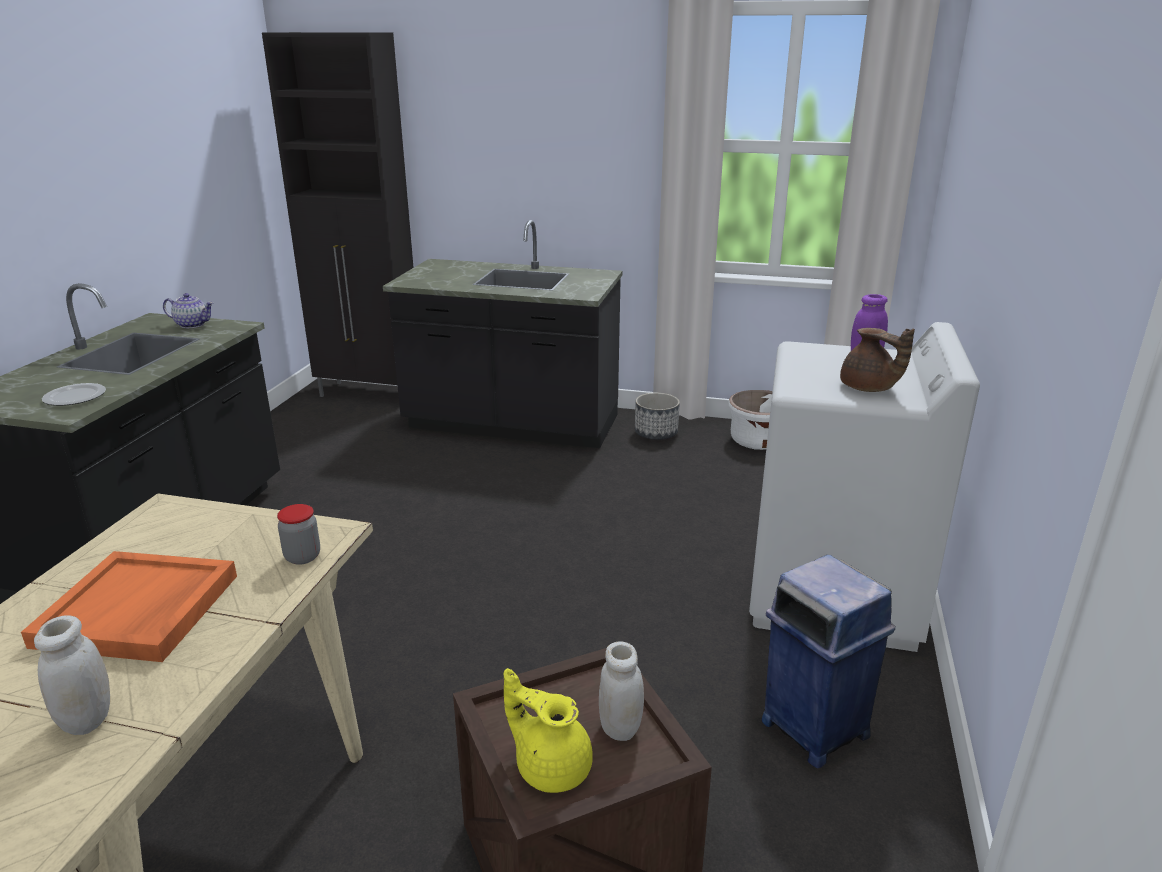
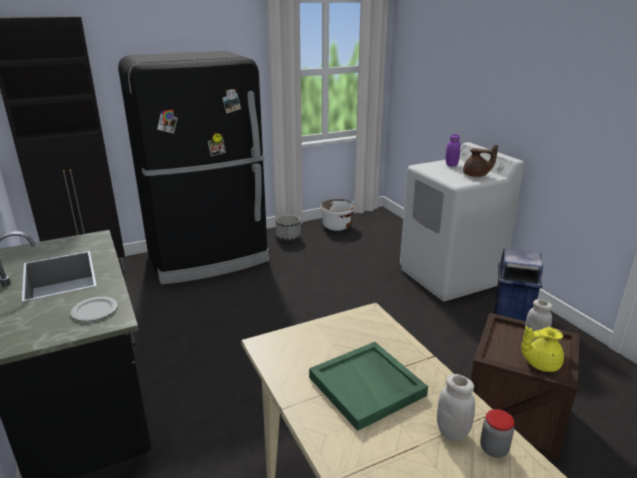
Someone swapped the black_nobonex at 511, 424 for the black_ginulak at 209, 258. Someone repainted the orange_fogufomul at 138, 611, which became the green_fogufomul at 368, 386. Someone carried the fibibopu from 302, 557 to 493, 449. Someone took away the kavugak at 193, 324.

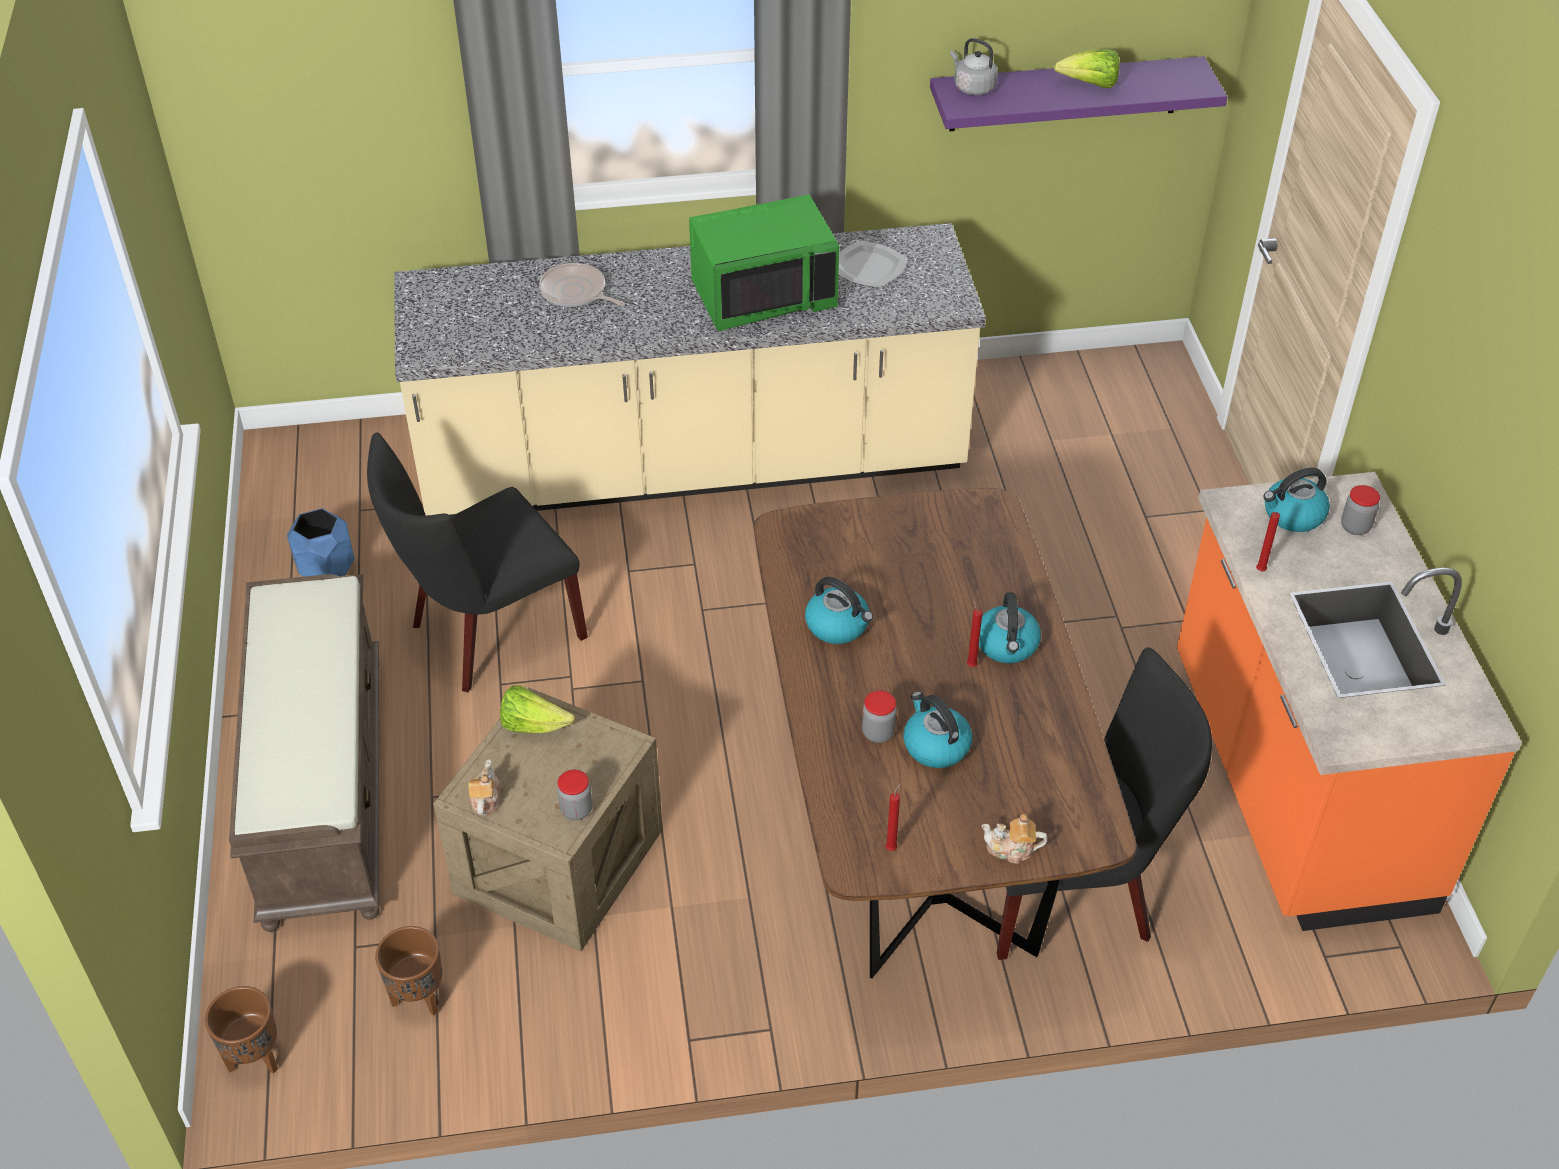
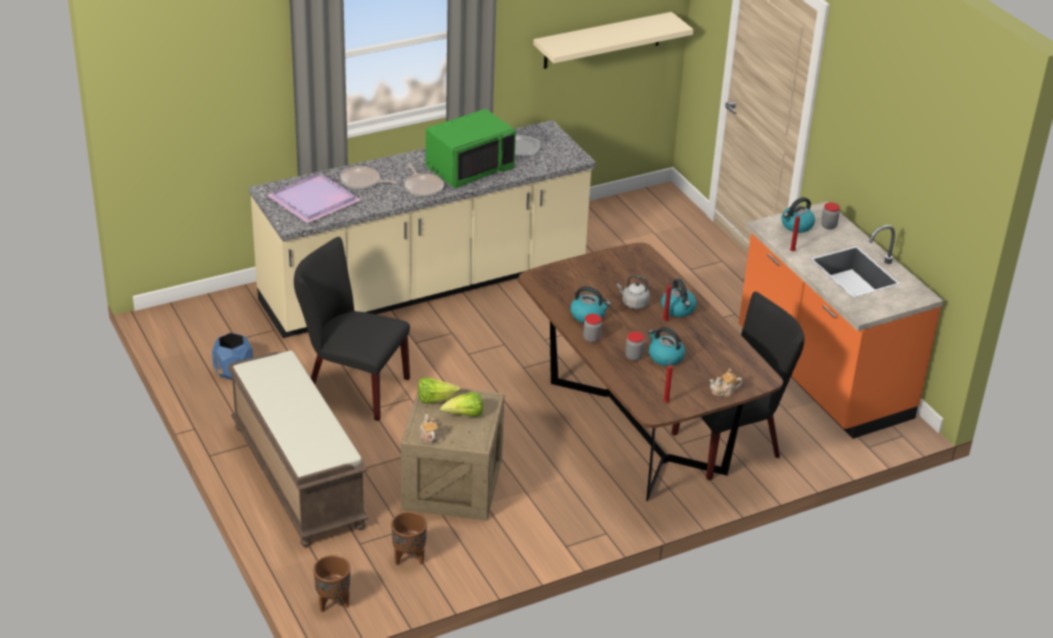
Someone put down the purple_fogufomul at 313, 201. Someone rotated the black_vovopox at 488, 634 by 75 degrees clockwise. Someone put down the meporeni at 423, 187. Someone carried the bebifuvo from 1090, 85 to 464, 415. Someone repainted the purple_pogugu at 1065, 94, which became the beige_pogugu at 602, 40. Someone carried the fibibopu from 576, 810 to 591, 338. Someone carried the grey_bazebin from 972, 87 to 633, 303.

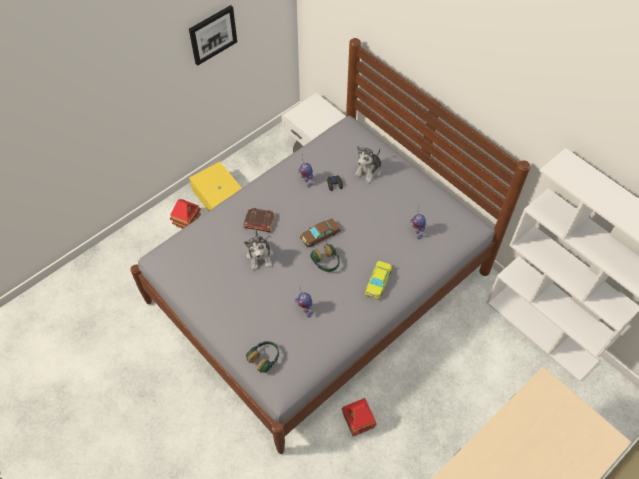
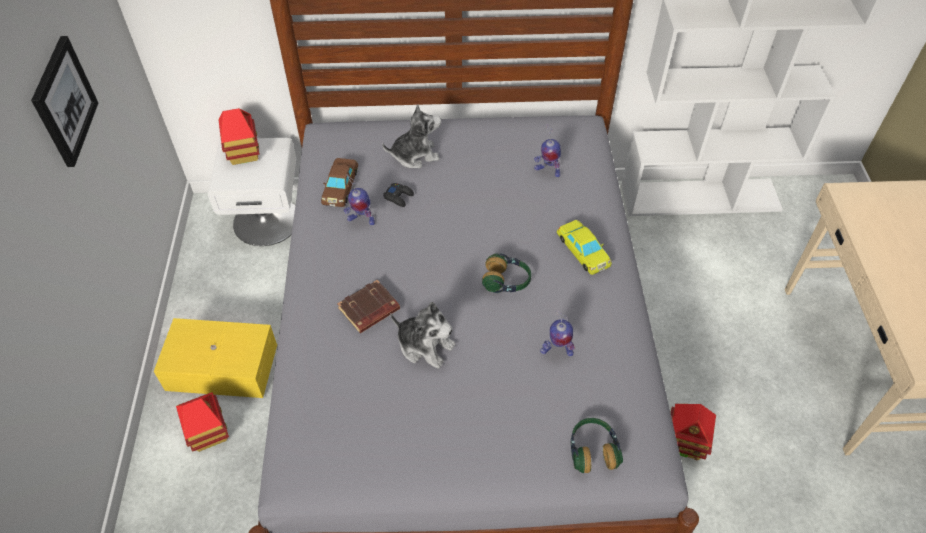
Someone put down the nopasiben at 243, 153. Someone carried the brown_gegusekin from 320, 234 to 340, 186. Someone rotated the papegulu at 368, 171 by 90 degrees counterclockwise.

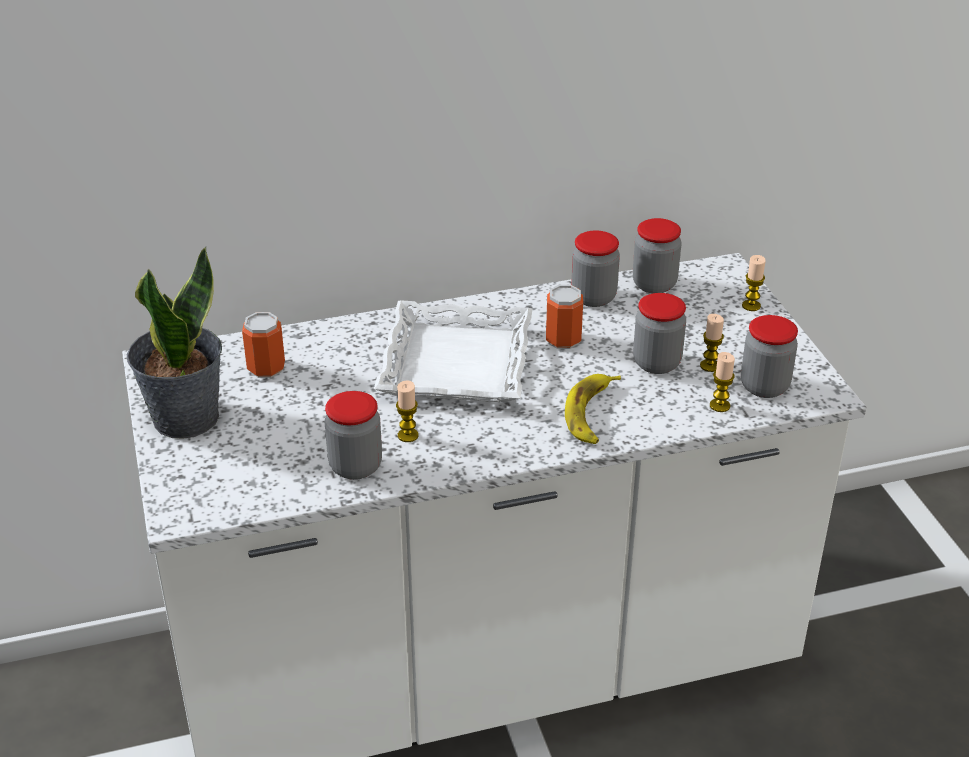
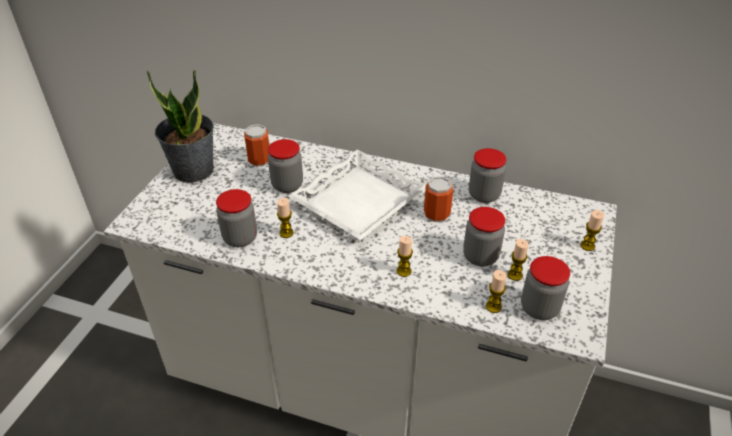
Someone carried the fibibopu from 654, 284 to 287, 185. Someone swapped the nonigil at 592, 414 for the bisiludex at 404, 271.

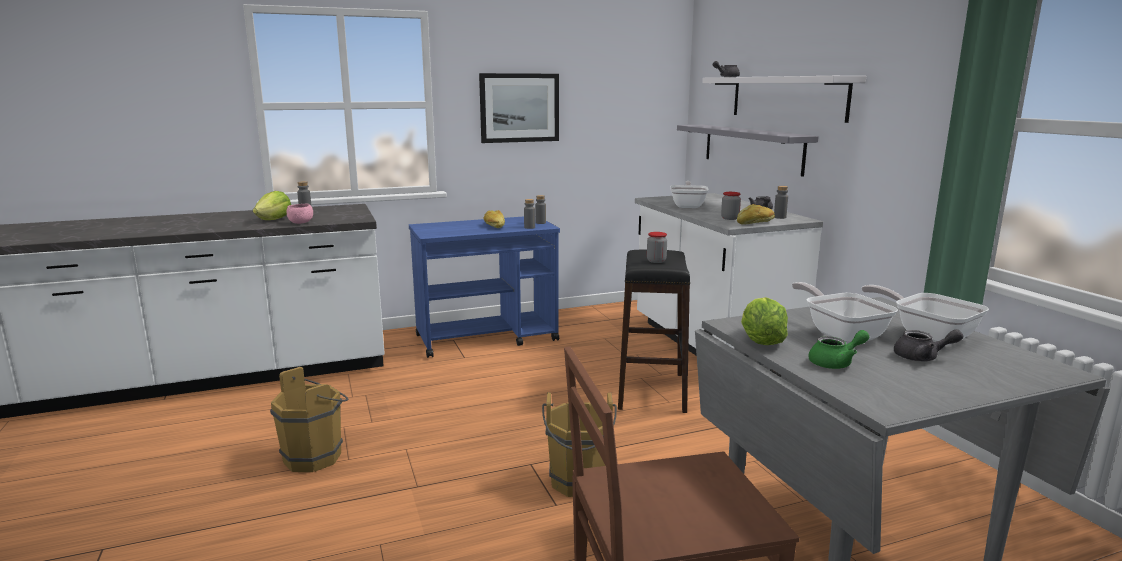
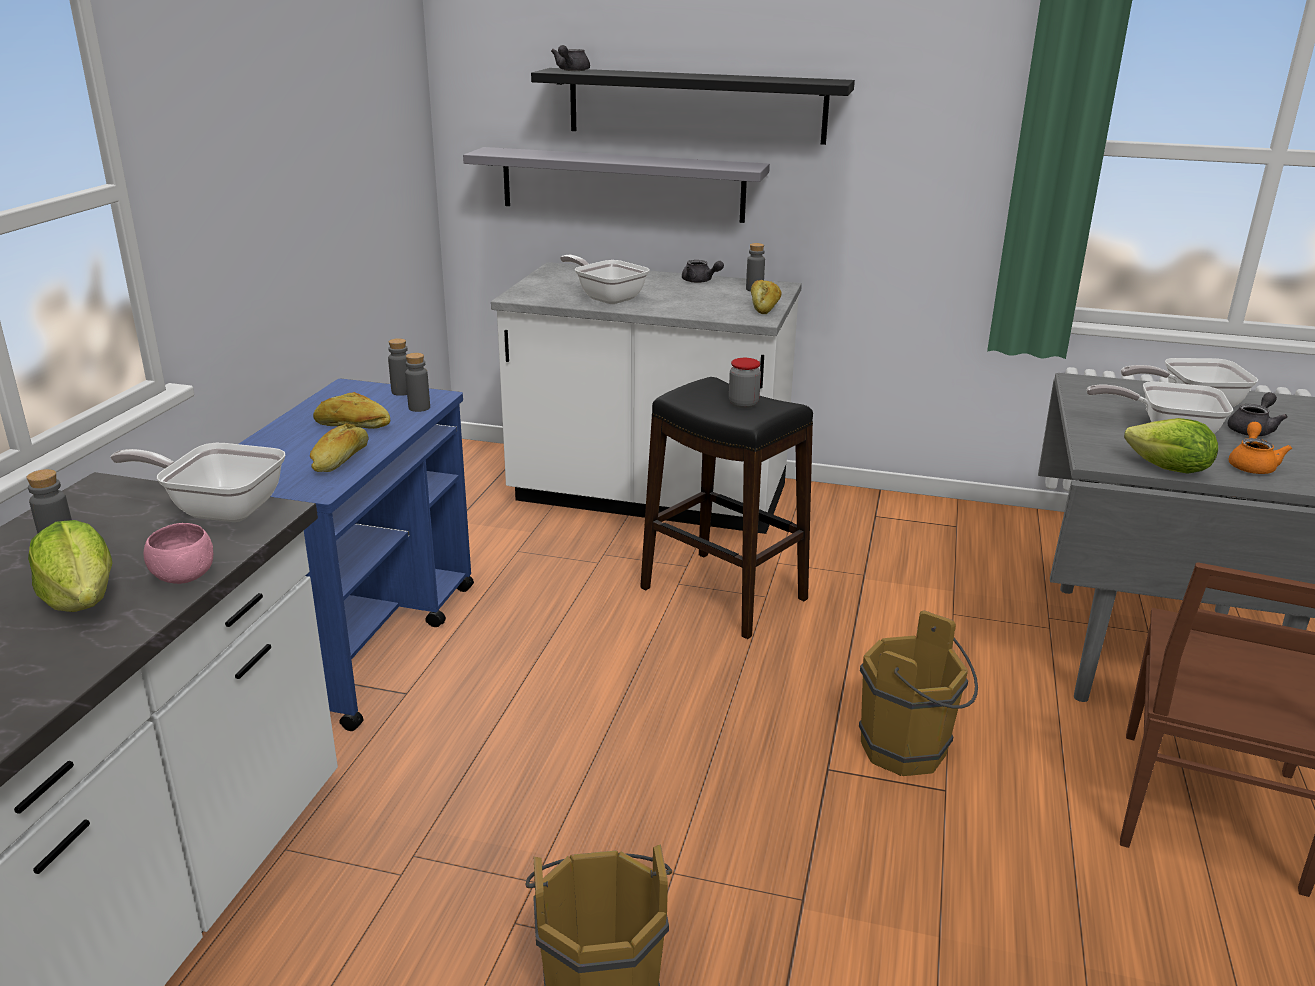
Someone put down the meporeni at 218, 508. Someone put down the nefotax at 341, 460. Someone repainted the white_pogugu at 787, 97, which became the black_pogugu at 696, 105. Someone repainted the green_kavugak at 836, 363, which became the orange_kavugak at 1252, 465. Someone took away the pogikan at 519, 108. Someone took away the fibibopu at 730, 218.

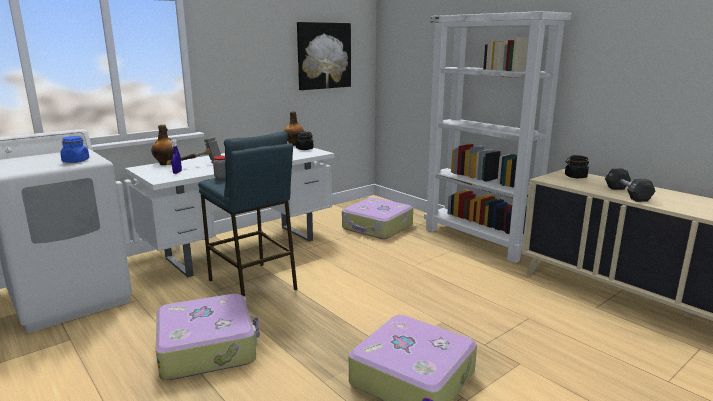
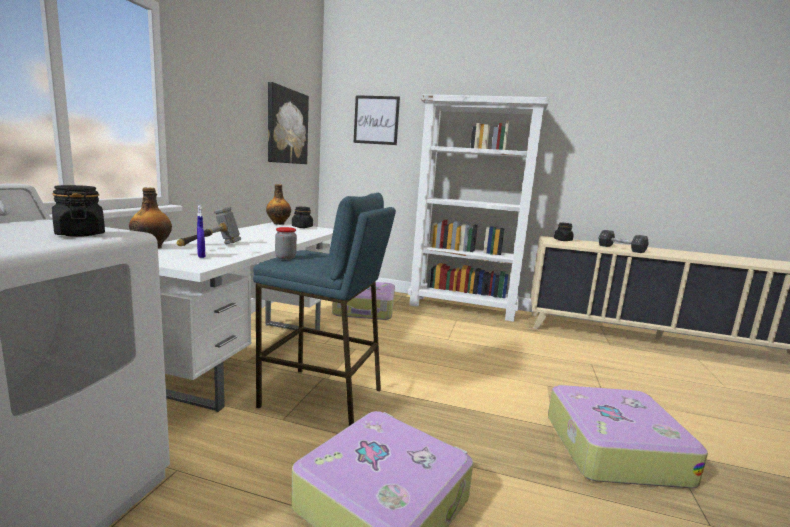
Someone repainted the blue_fibibopu at 76, 161, which became the black_fibibopu at 80, 234. Someone put up the pogikan at 376, 120.

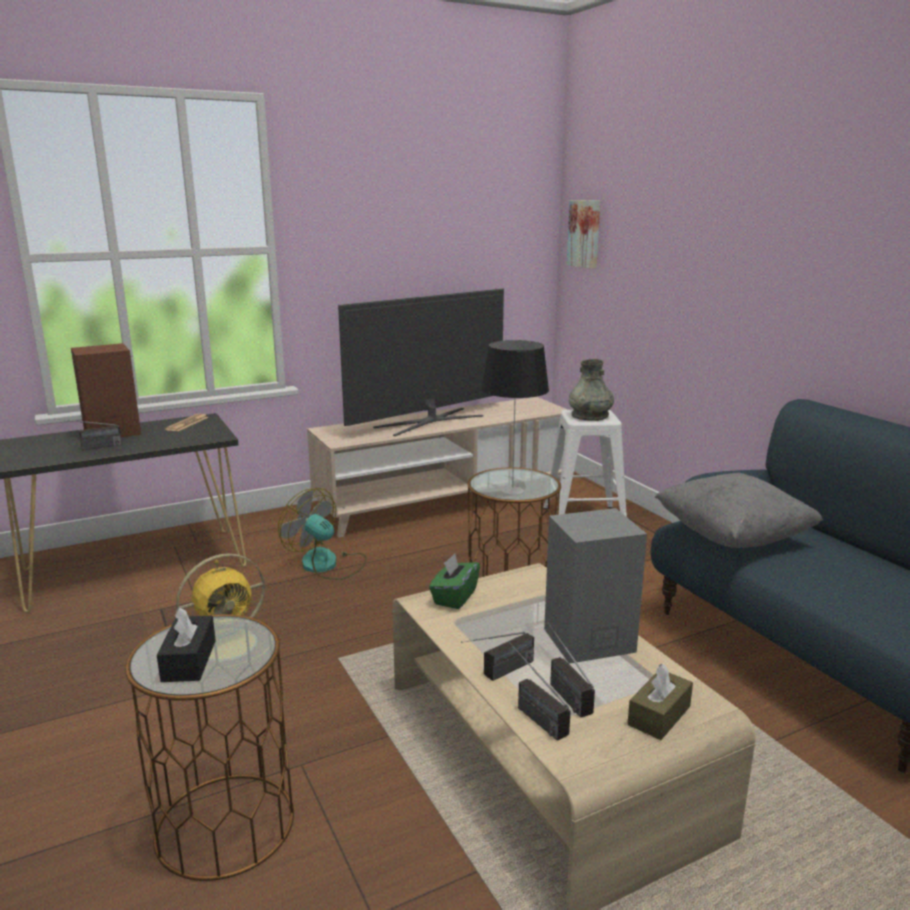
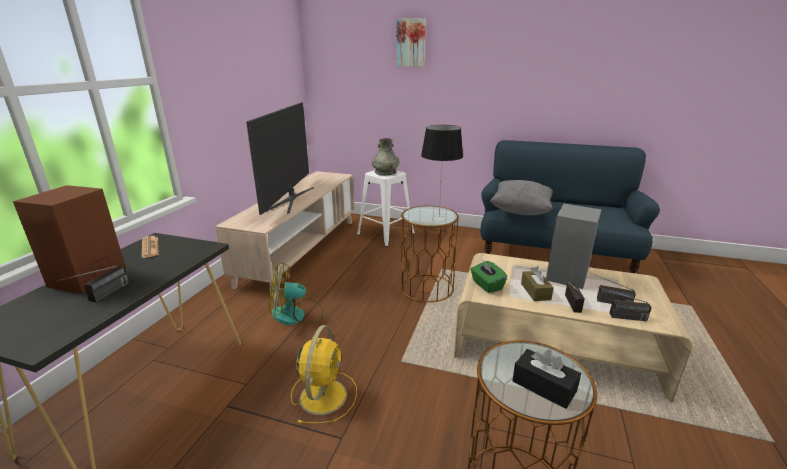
Someone carried the pogikan from 585, 233 to 411, 43. Someone carried the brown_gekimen from 659, 715 to 535, 291.

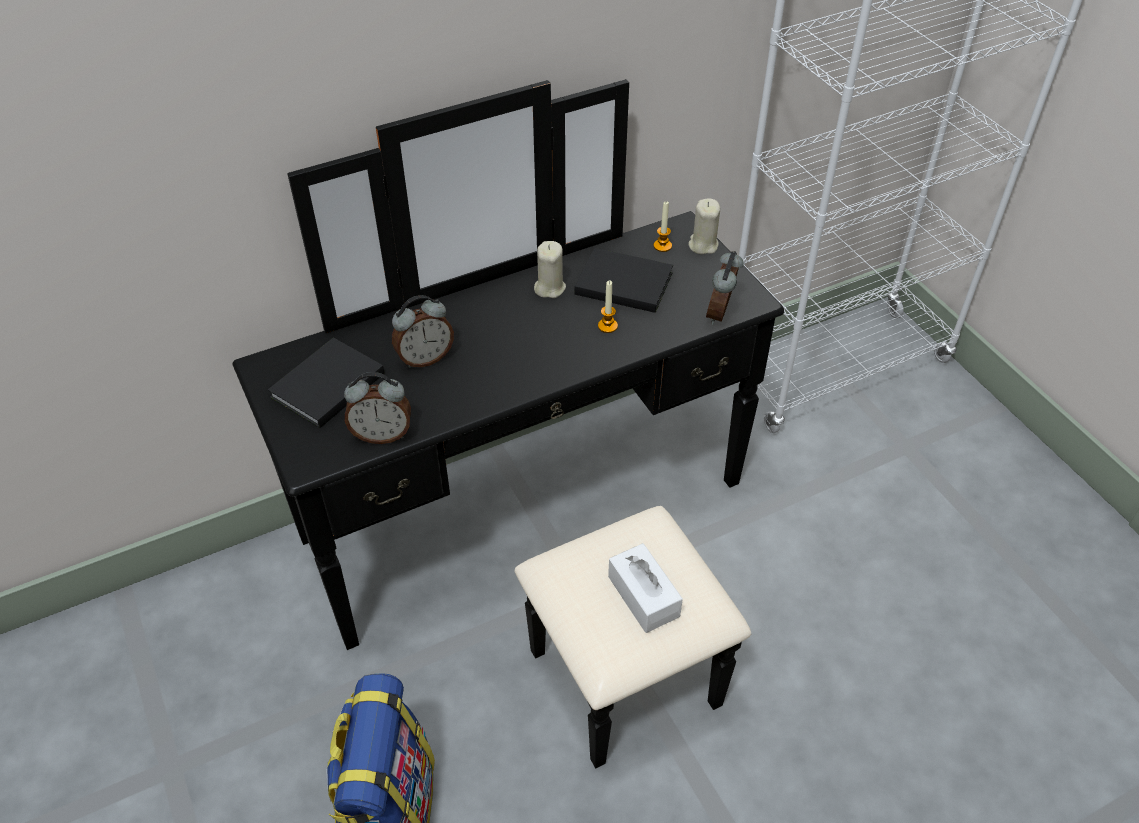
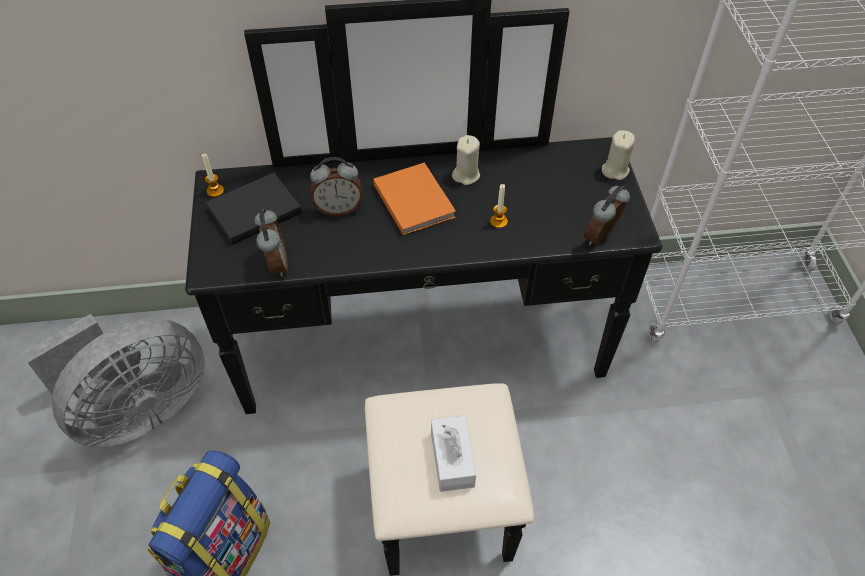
Someone put down the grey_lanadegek at 139, 410. Someone carried the bisiludex from 662, 246 to 215, 191. Someone rotated the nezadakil at 382, 434 by 120 degrees counterclockwise. Someone put down the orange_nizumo at 414, 199. Someone took away the black_nizumo at 622, 282.

